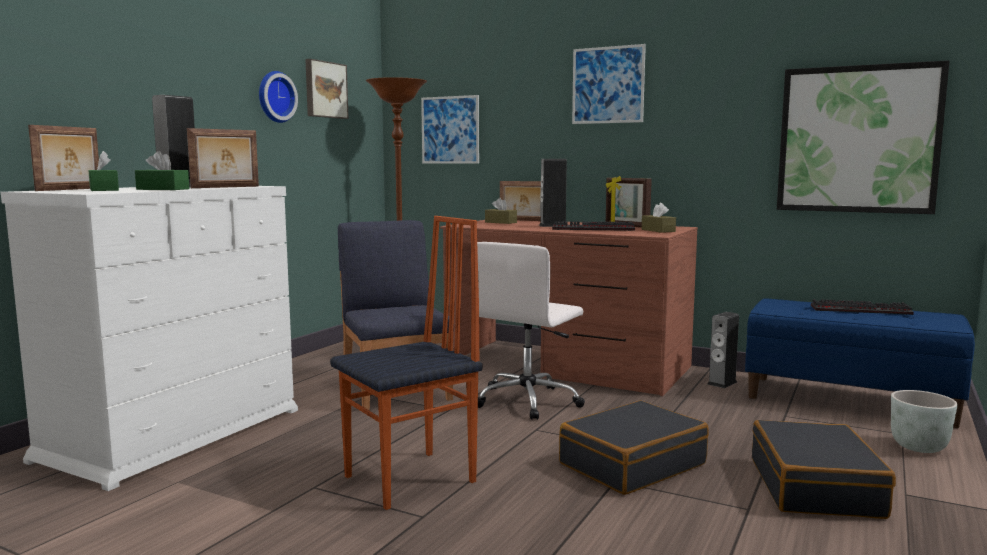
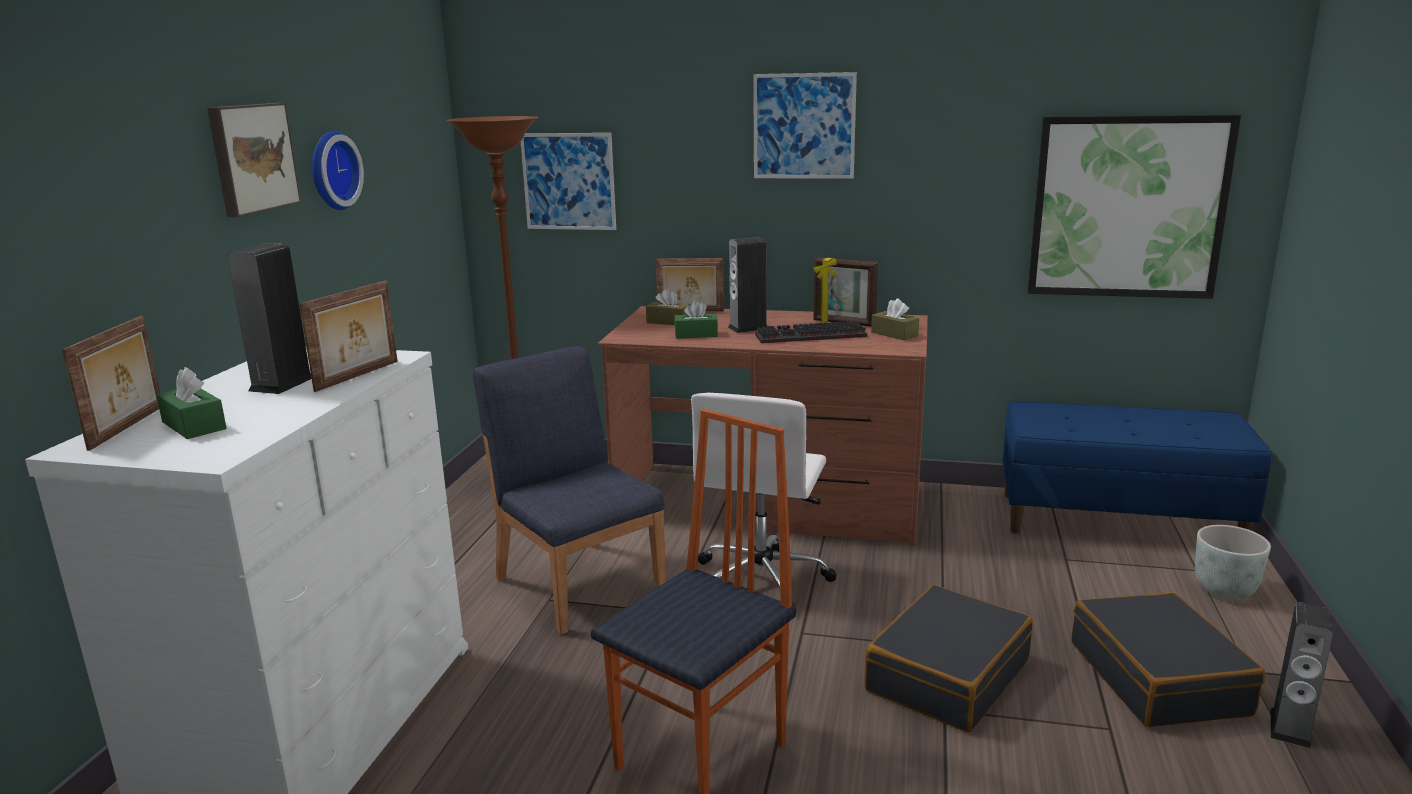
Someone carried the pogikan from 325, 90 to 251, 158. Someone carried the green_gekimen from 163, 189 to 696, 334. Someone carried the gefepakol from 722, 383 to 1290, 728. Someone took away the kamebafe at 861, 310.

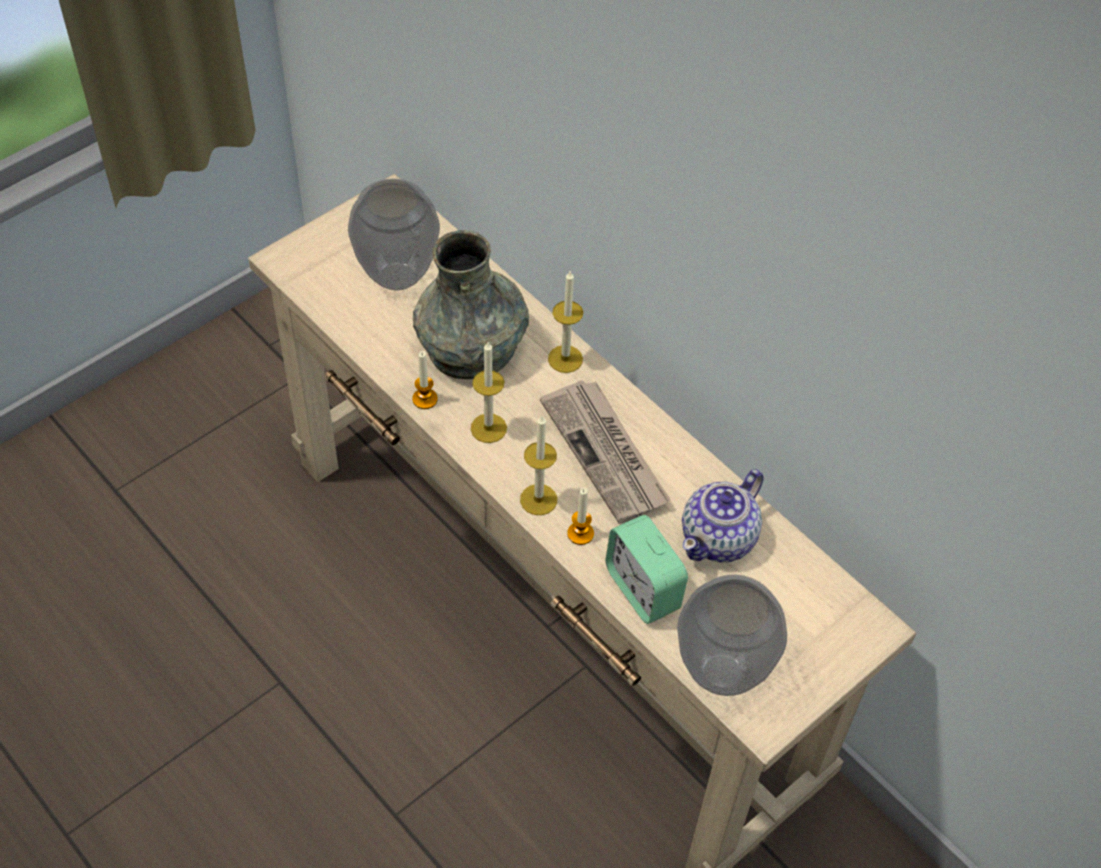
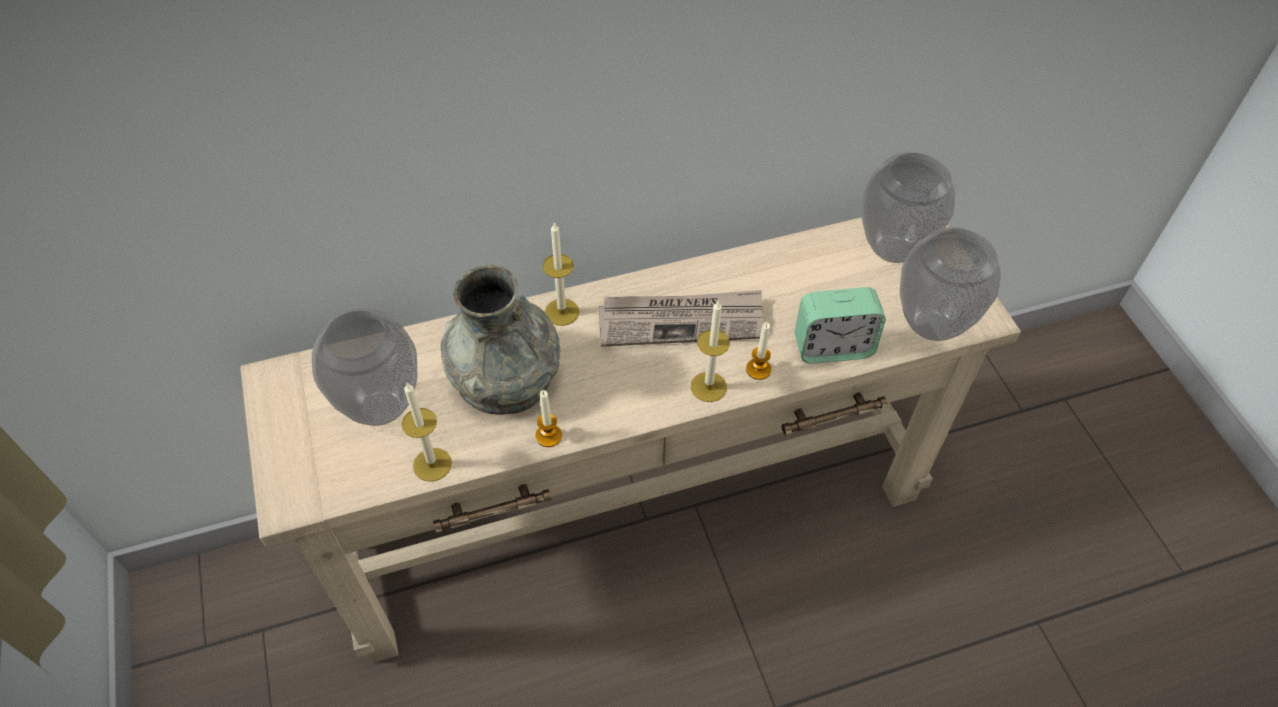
Someone carried the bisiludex from 488, 428 to 432, 464. Someone put down the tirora at 892, 249. Someone took away the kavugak at 719, 538.

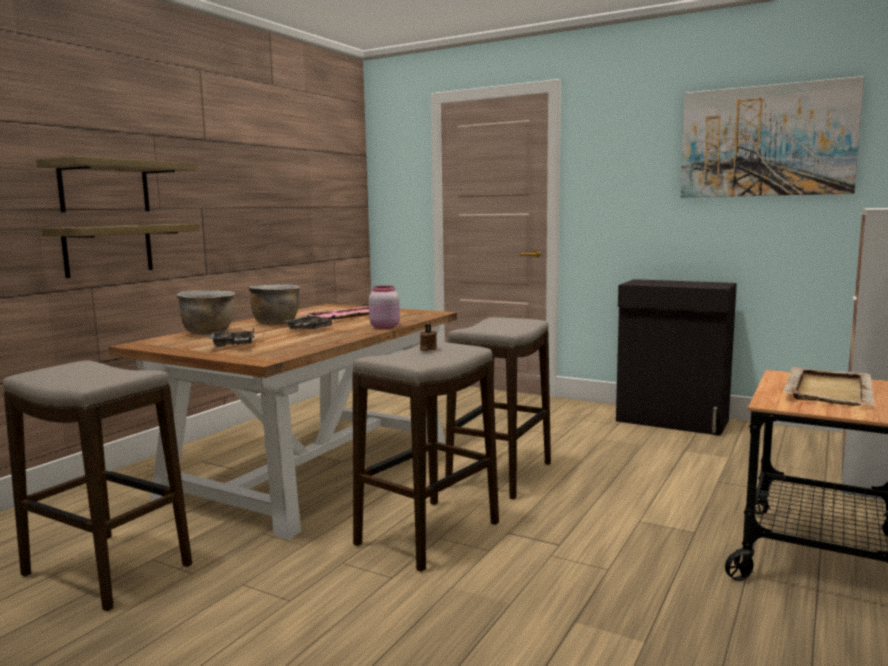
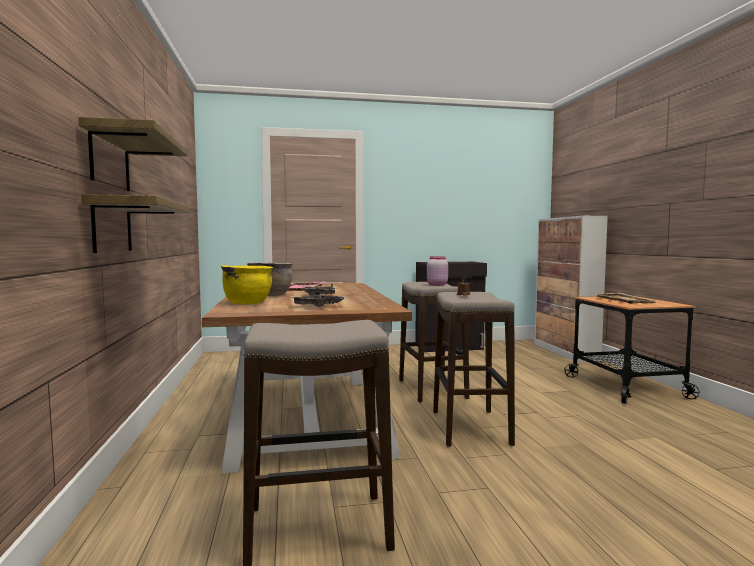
Someone repainted the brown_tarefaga at 209, 333, which became the yellow_tarefaga at 247, 303. Someone carried the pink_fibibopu from 384, 327 to 436, 285. Someone took away the pogikan at 766, 141.

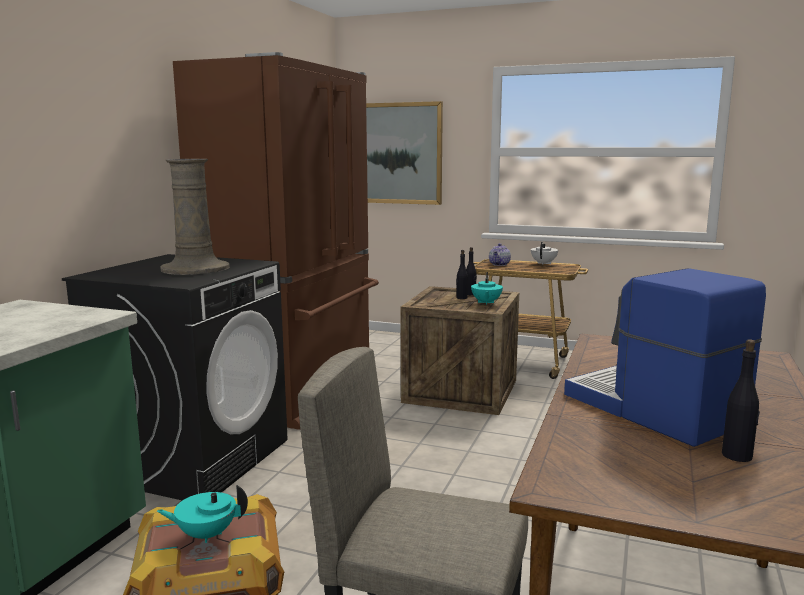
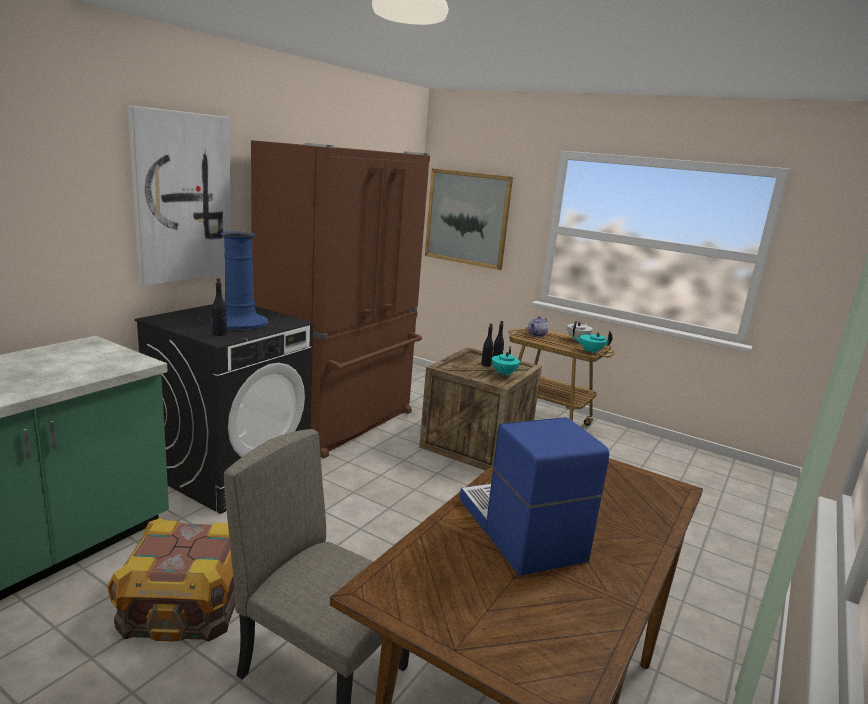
Someone put up the pogikan at 182, 198. Someone repainted the beige_tirora at 195, 269, which became the blue_tirora at 240, 322. Someone carried the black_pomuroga from 737, 456 to 219, 334. Someone carried the turquoise_kavugak from 206, 534 to 590, 351.

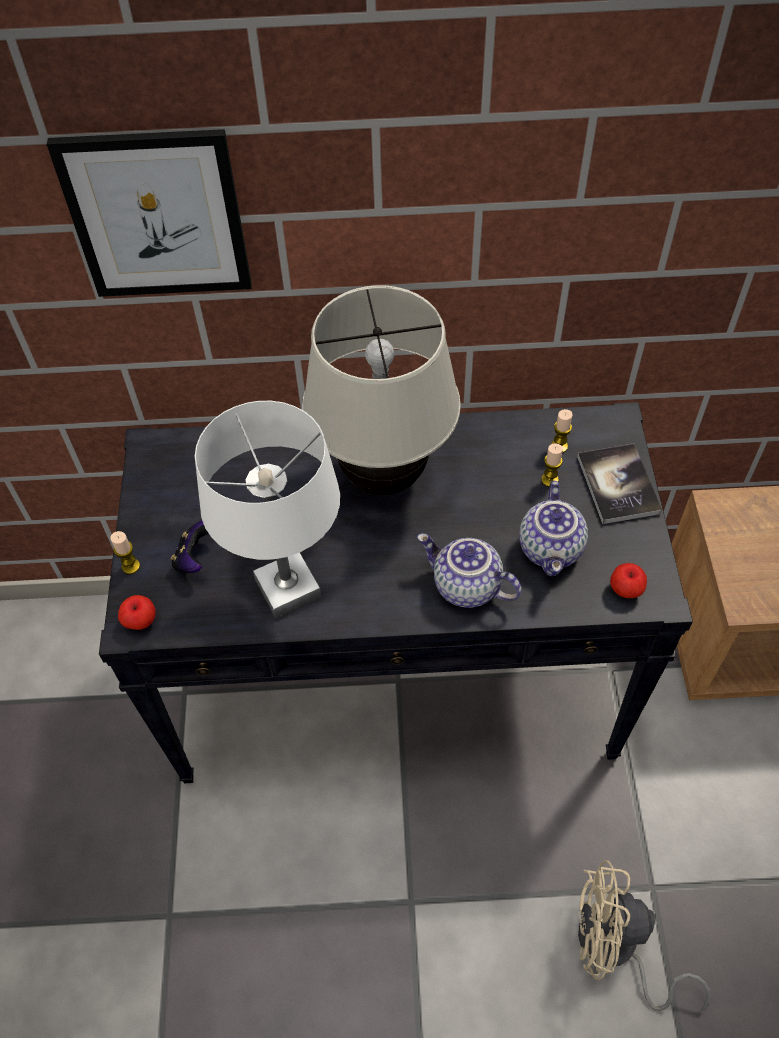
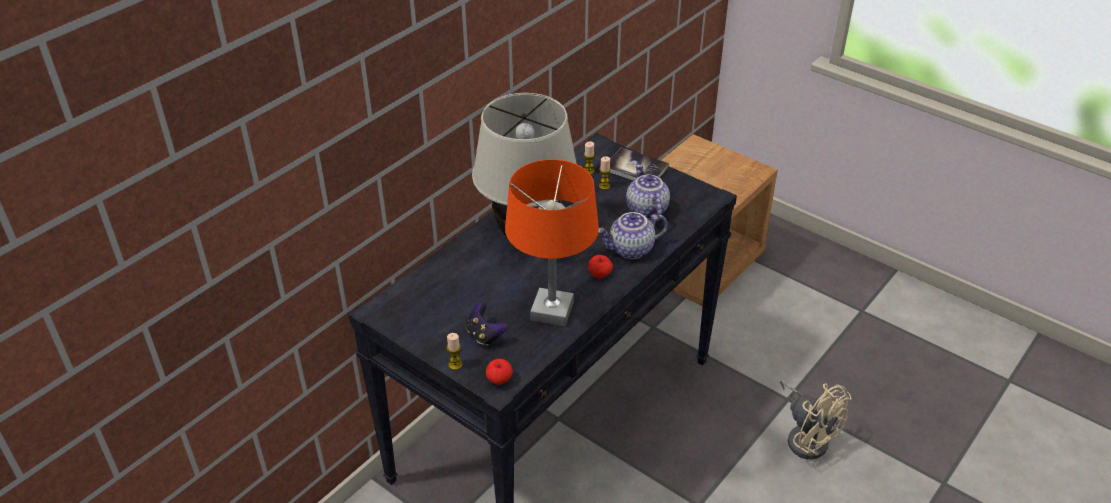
Someone repainted the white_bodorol at 288, 588, which became the orange_bodorol at 552, 311. Someone carried the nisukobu from 625, 590 to 600, 275. Someone rotated the kavugak at 552, 549 by 150 degrees counterclockwise. Someone rotated the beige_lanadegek at 616, 950 by 90 degrees counterclockwise. Someone took away the pogikan at 157, 215.

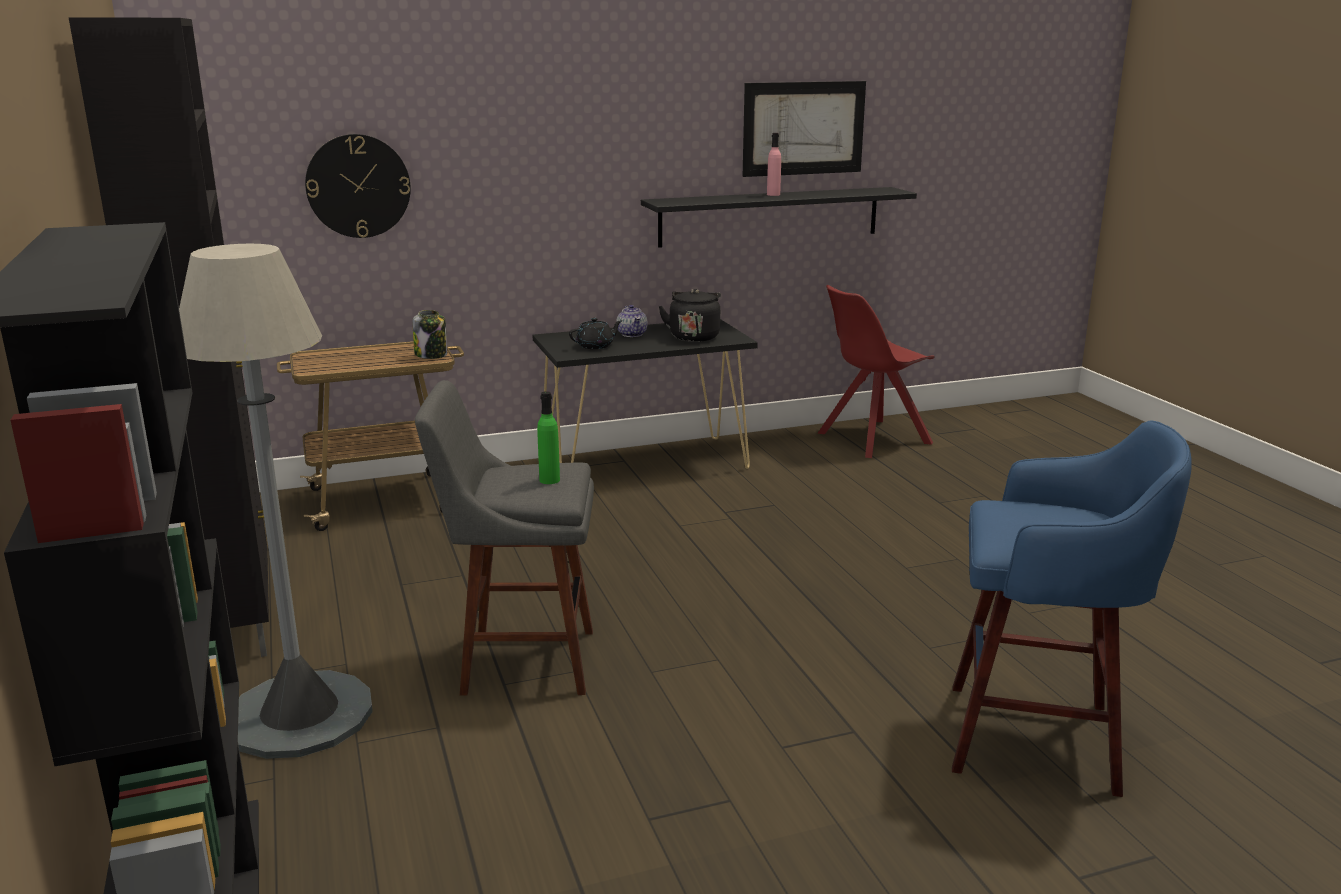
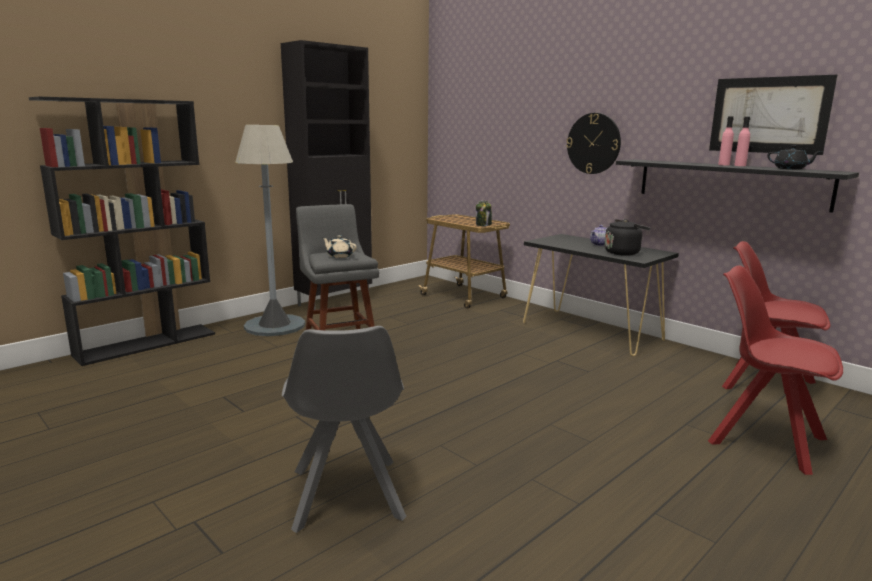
Someone swapped the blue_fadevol at 1039, 739 for the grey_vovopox at 346, 496. Someone swapped the green_pomuroga at 549, 480 for the beige_kavugak at 339, 256. Someone carried the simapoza from 358, 186 to 593, 143. Someone put down the red_vovopox at 763, 439. Someone put down the pink_pomuroga at 740, 165. Someone carried the black_kavugak from 595, 346 to 790, 169.

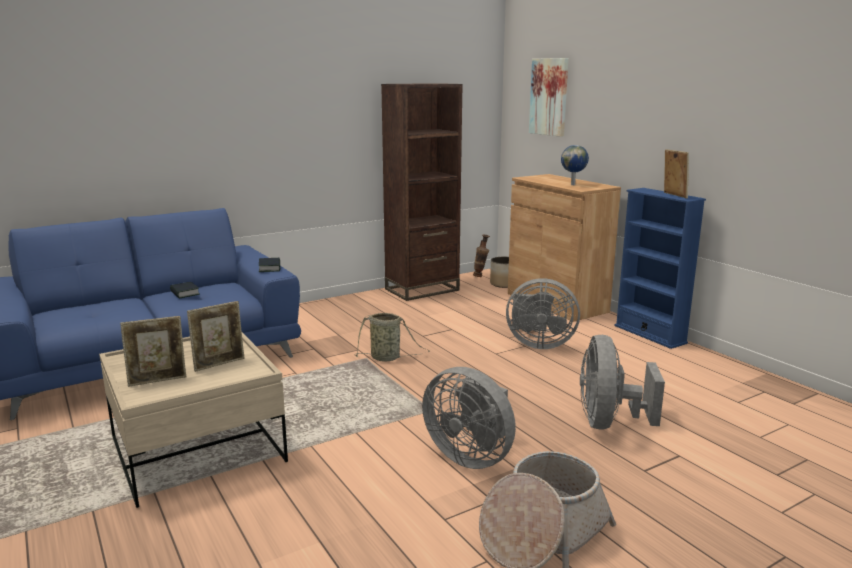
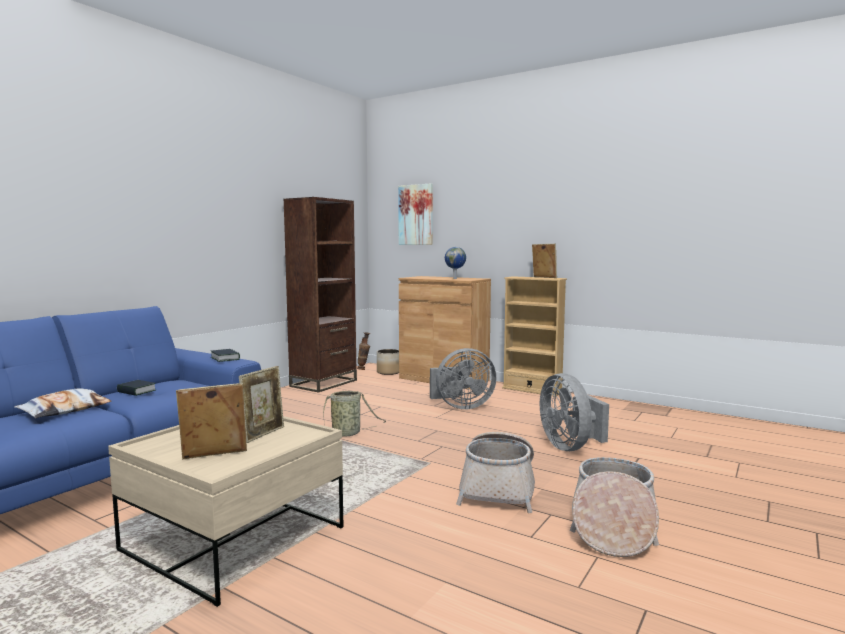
Someone put down the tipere at 65, 410. Someone rotated the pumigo at 158, 380 by 150 degrees counterclockwise. Someone swapped the grey_lanadegek at 471, 456 for the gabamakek at 498, 488. Someone repainted the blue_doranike at 650, 334, which became the beige_doranike at 532, 390.

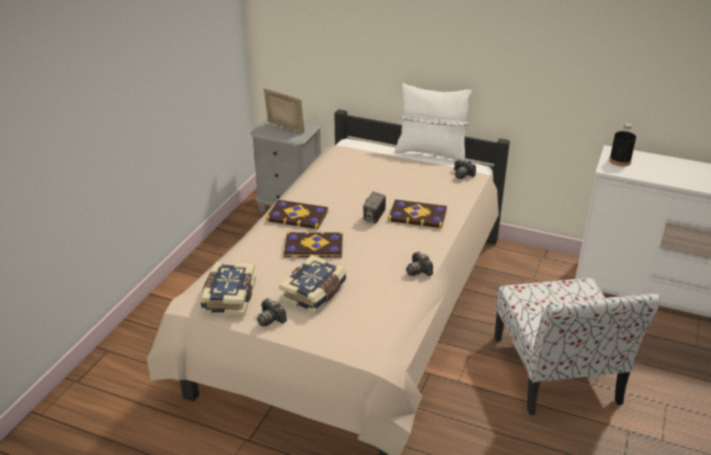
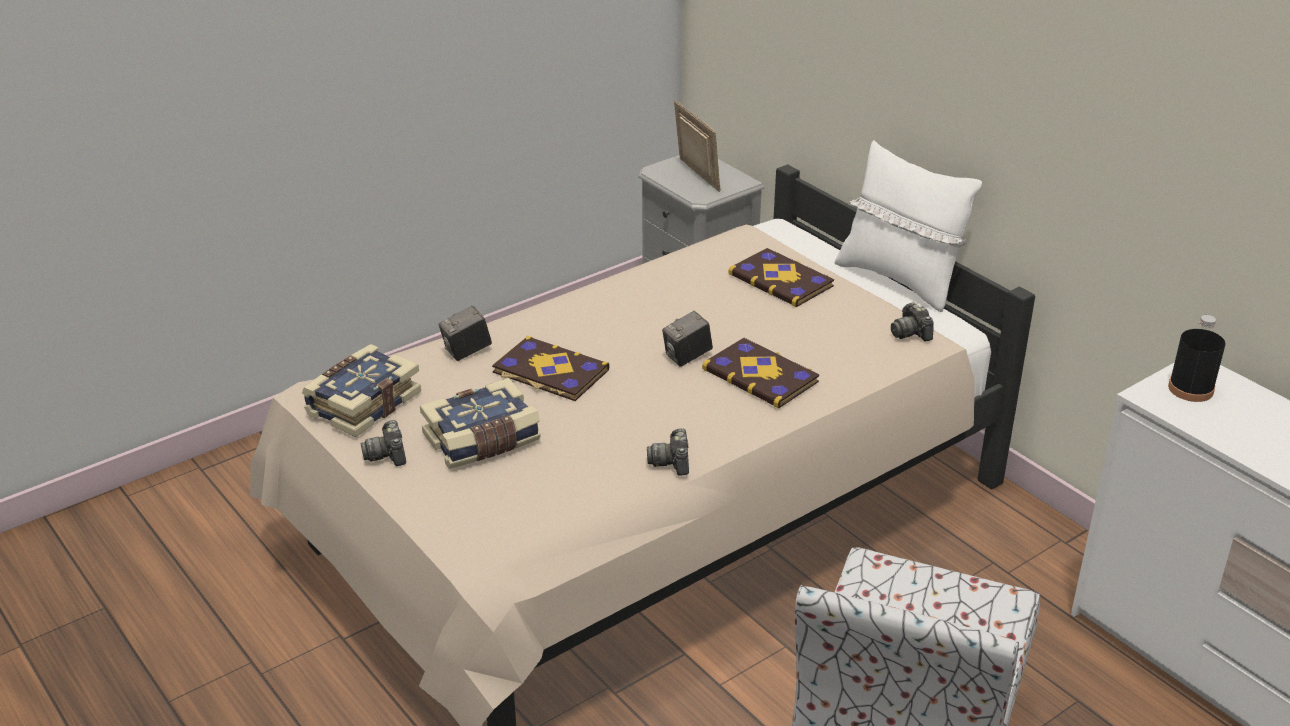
Someone put down the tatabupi at 466, 352. Someone carried the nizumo from 298, 216 to 781, 280.

